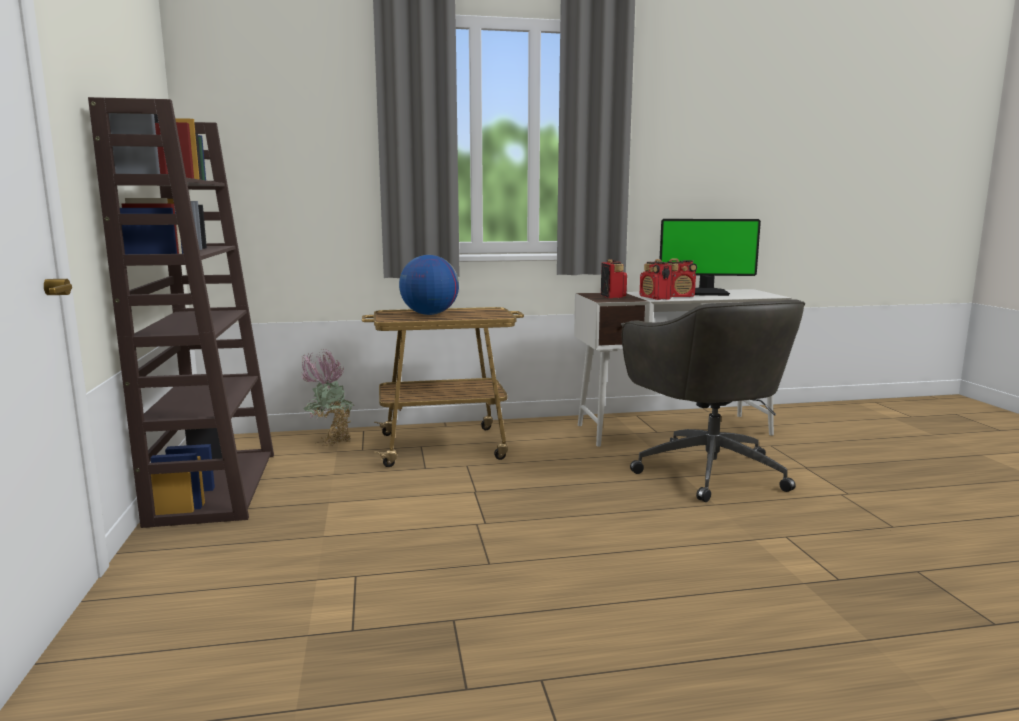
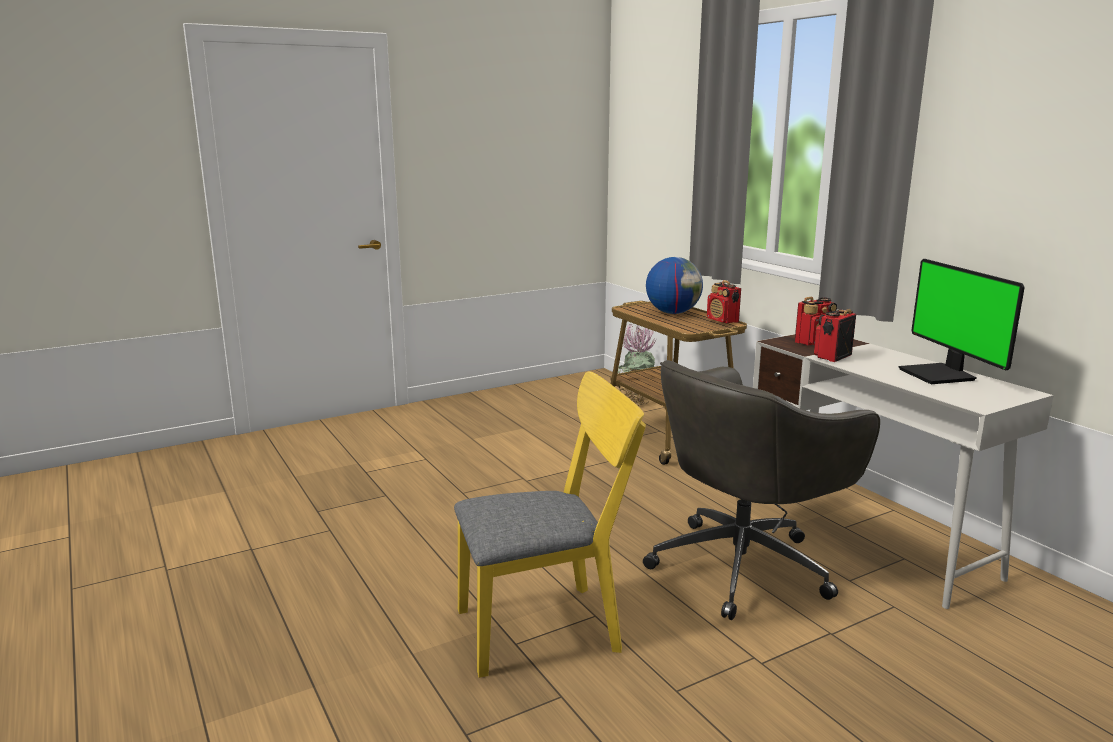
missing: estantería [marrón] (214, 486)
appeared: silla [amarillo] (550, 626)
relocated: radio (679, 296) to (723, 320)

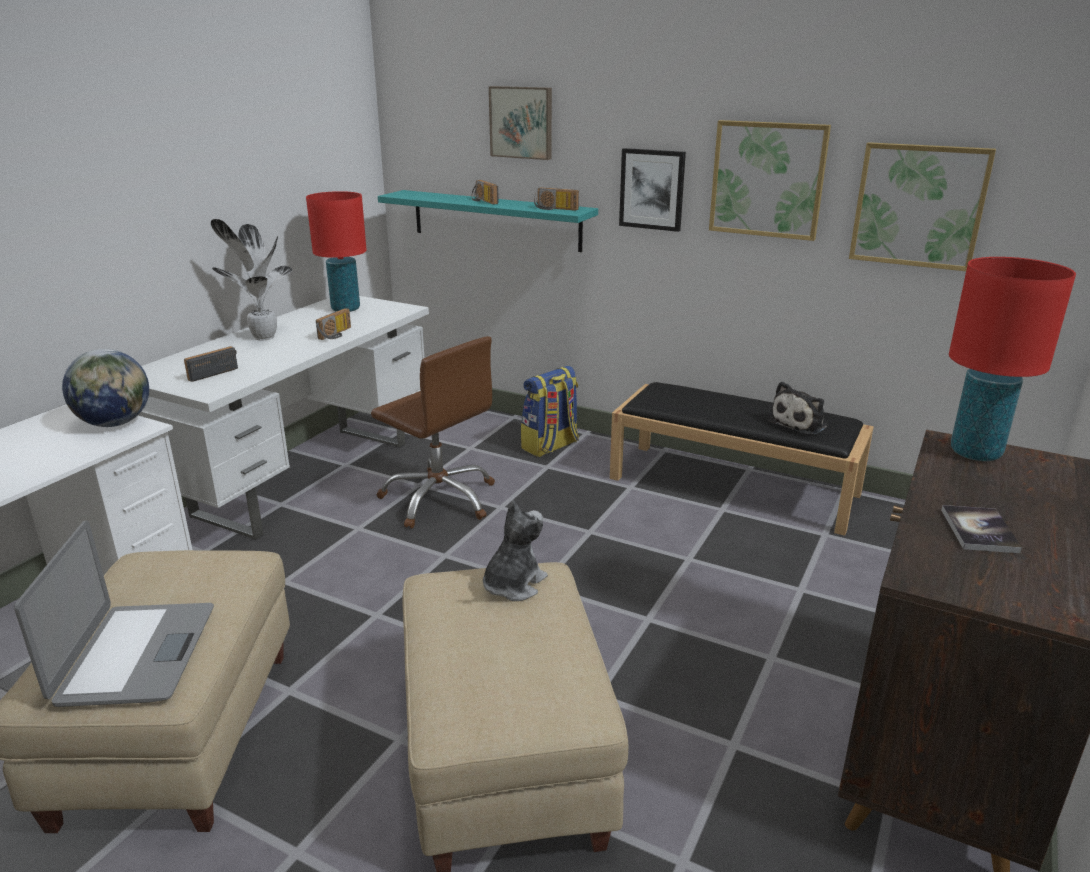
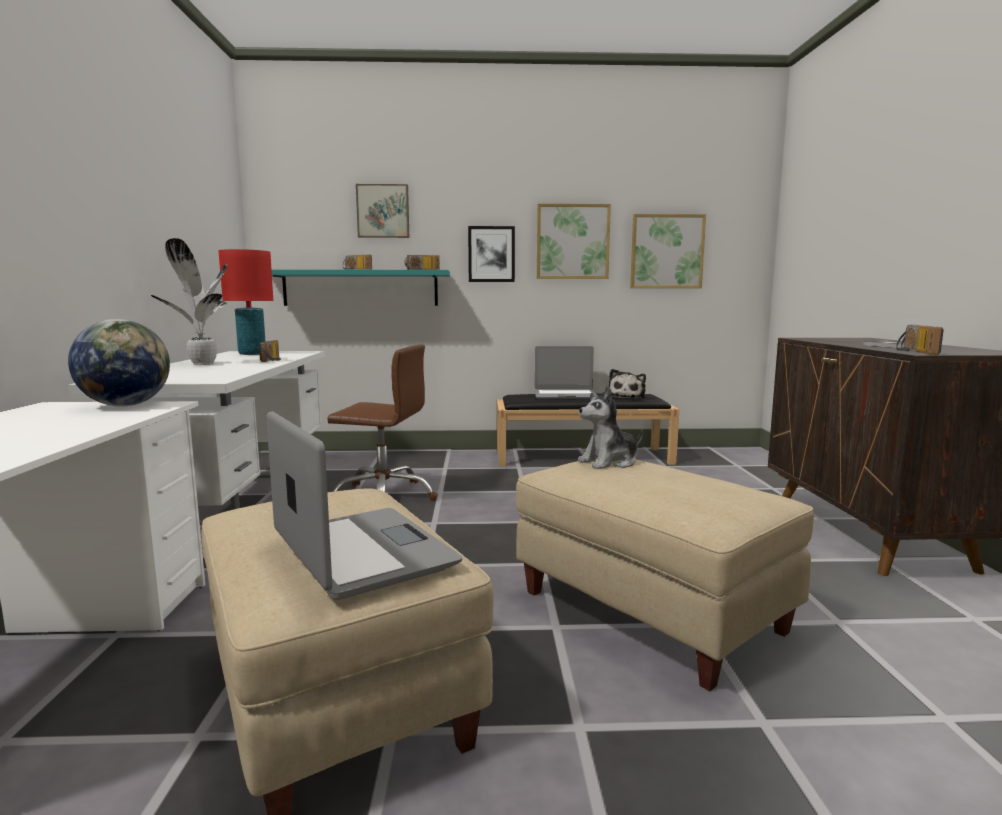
missing: lámpara de mesa [rojo] (975, 452); mochila (550, 446)
appeared: portátil (565, 396)
relocated: radio (212, 372) to (913, 351)
spun: peluche (513, 585) = (609, 462) 120 degrees counterclockwise

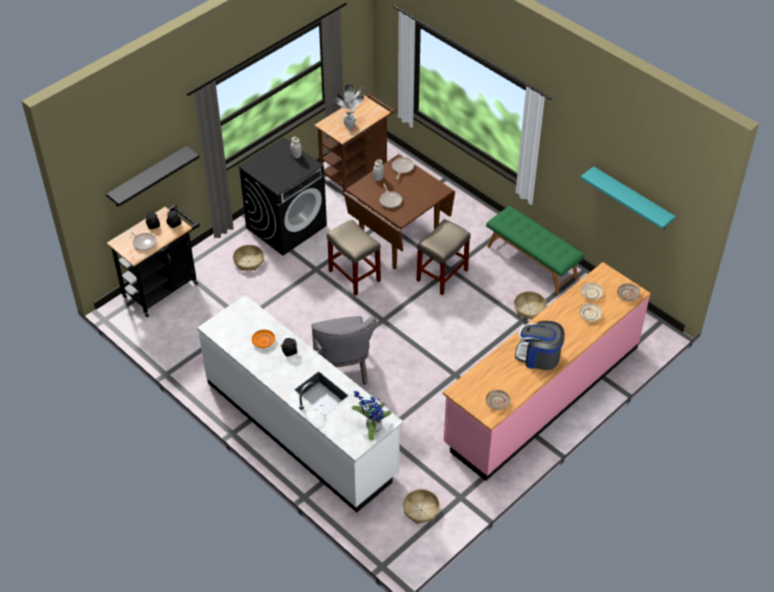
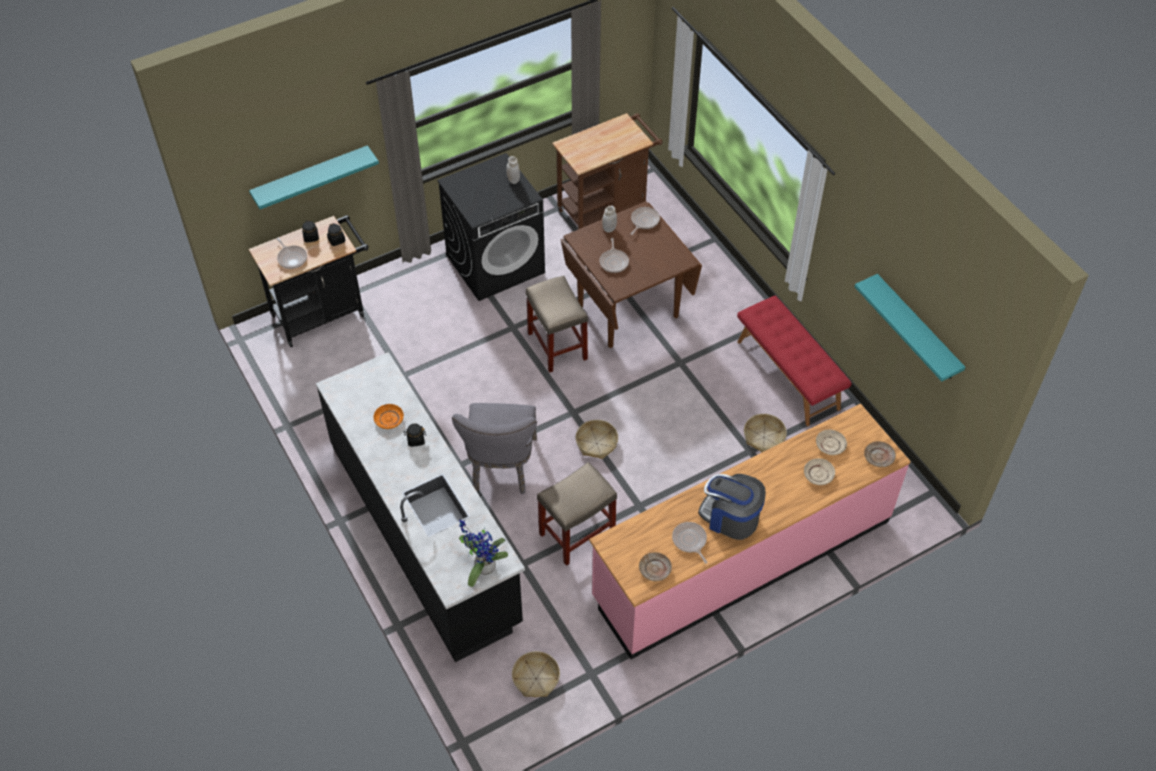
missing: planta en maceta (350, 125)
appeared: sartén (690, 541)
relocated: taburete [beis] (442, 276) to (576, 534); cesta (249, 261) to (596, 443)
colour: estante [negro] (148, 177) to estante [turquesa] (311, 177); banco [verde] (532, 262) to banco [rojo] (788, 374); mueble bajo de cocina [blanco] (301, 427) to mueble bajo de cocina [negro] (425, 533)

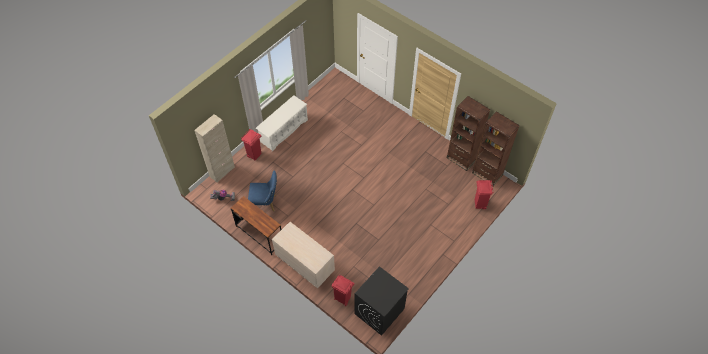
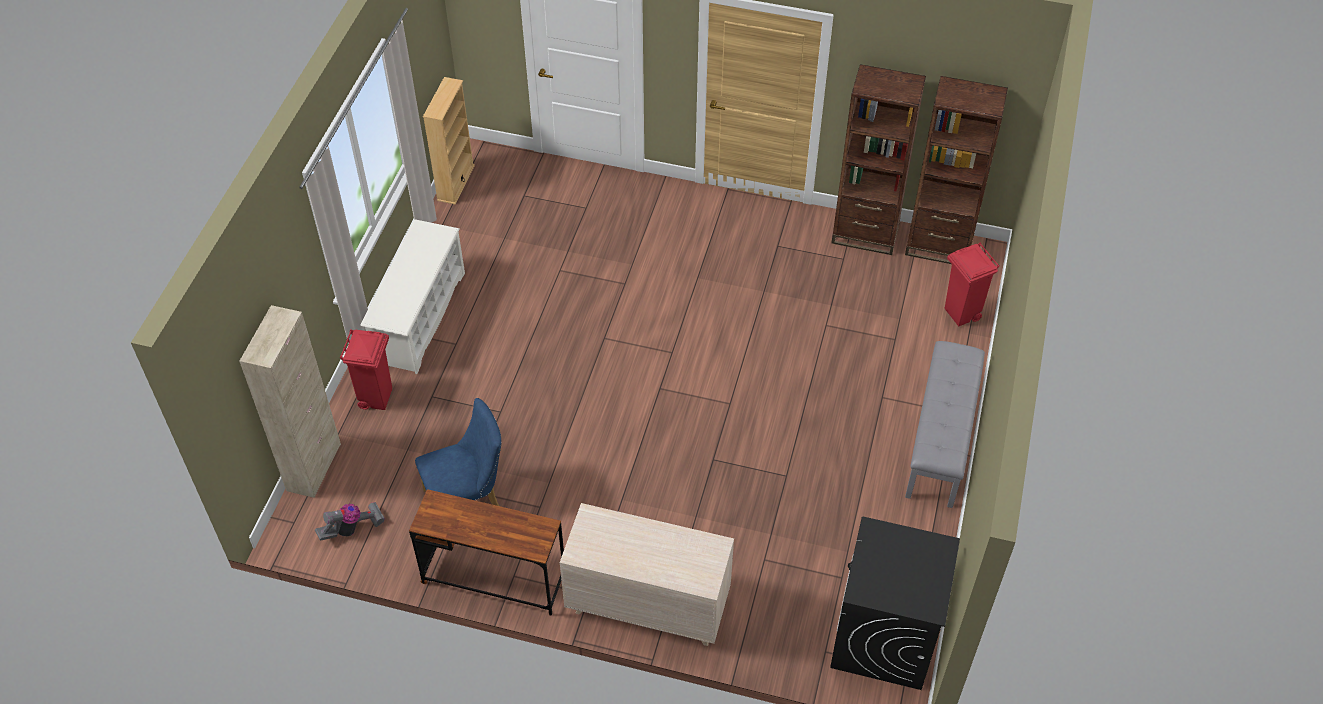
missing: papelera [rojo] (342, 299)
appeared: estantería [beis] (455, 183); banco [gris] (941, 440)

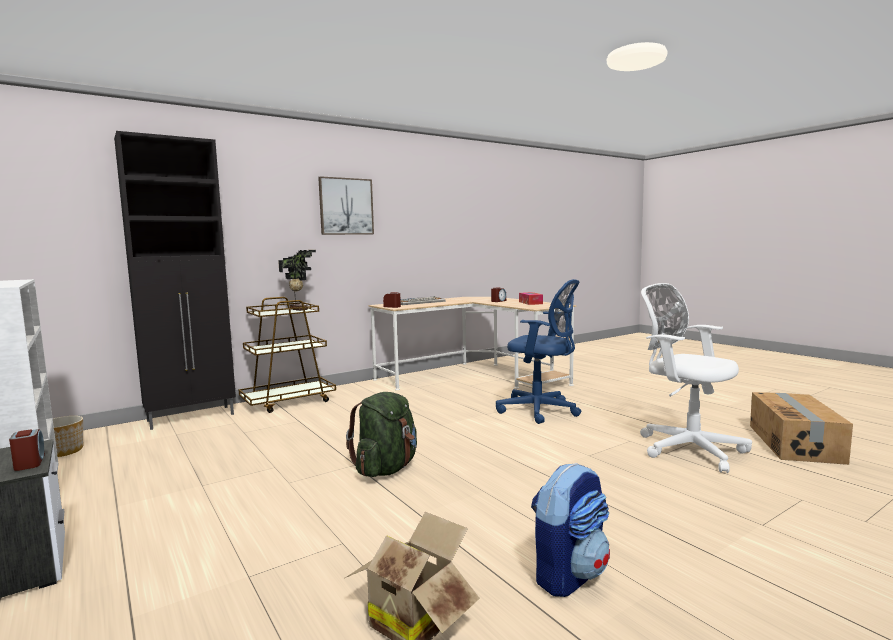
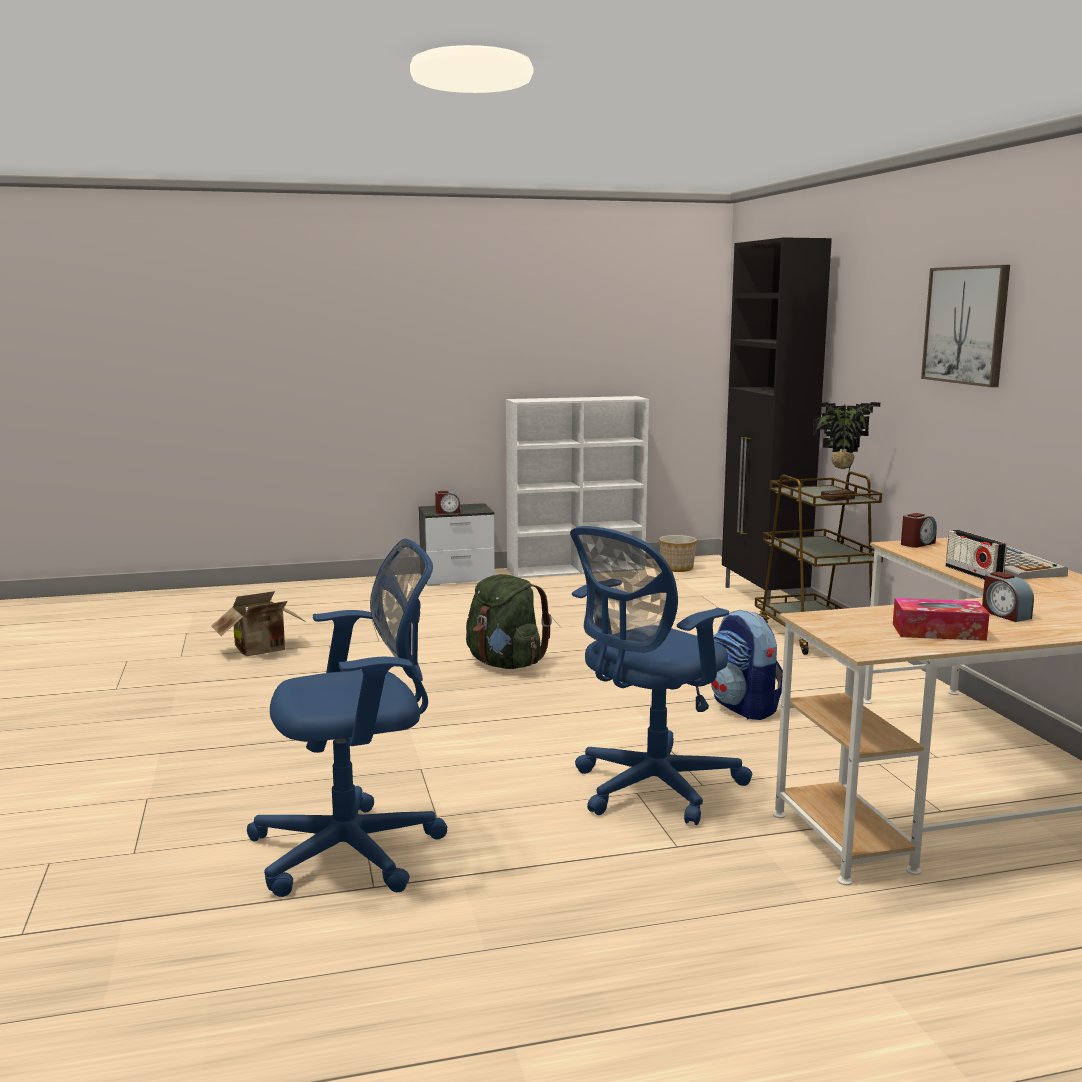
missing: caja de cartón (795, 443)
appeared: radio (973, 574)
relocated: mochila (569, 574) to (744, 708)
colour: silla de oficina [blanco] (687, 448) to silla de oficina [azul] (356, 851)

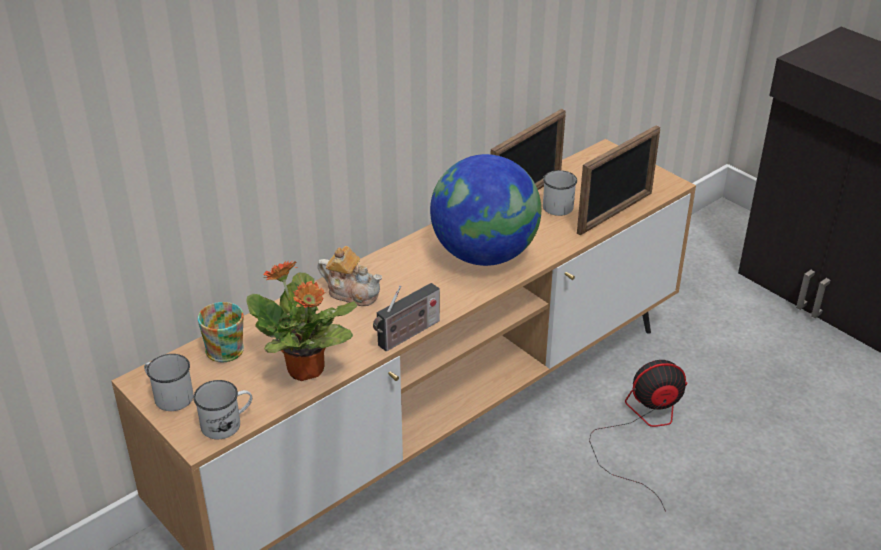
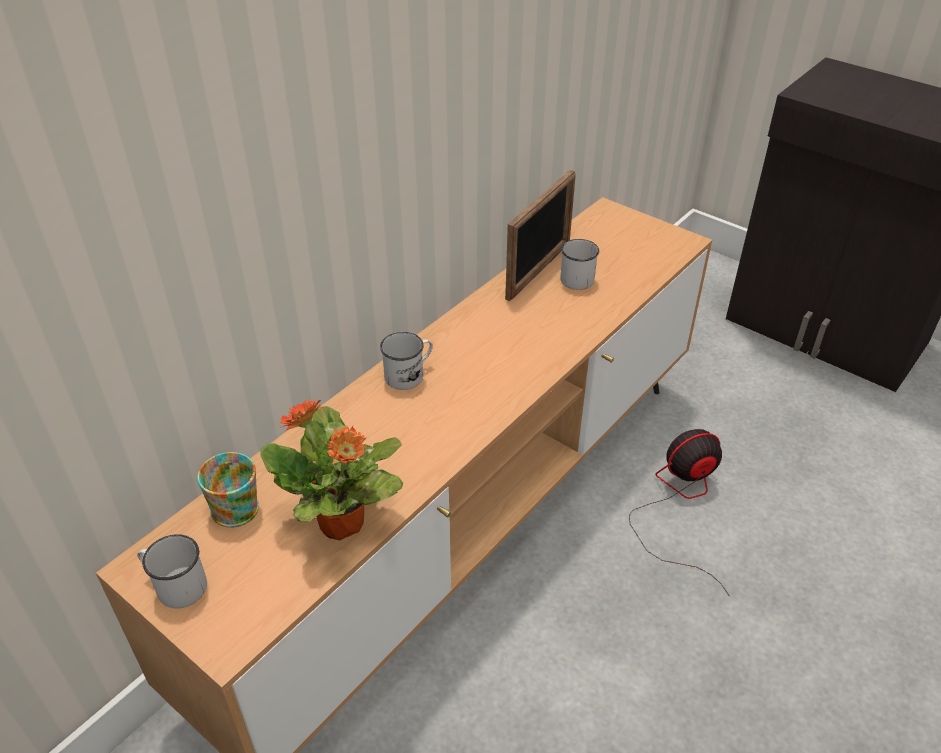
missing: portarretratos (615, 213); globo terráqueo (484, 255); tetera (352, 293); radio (407, 335)
relocated: taza grande [blanco] (227, 423) to (409, 374)

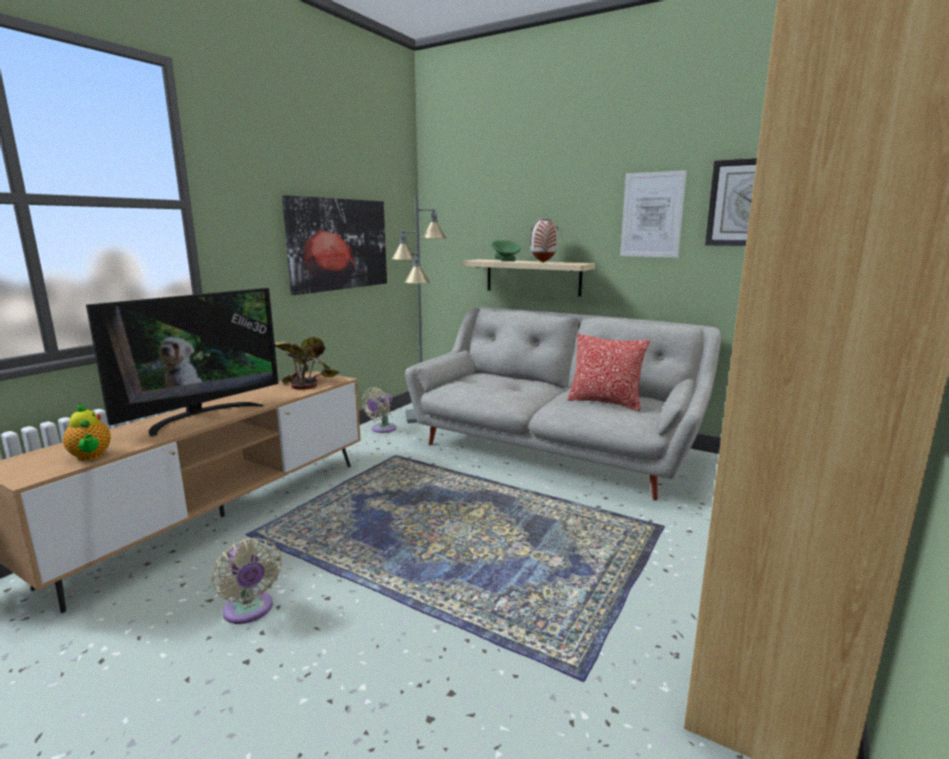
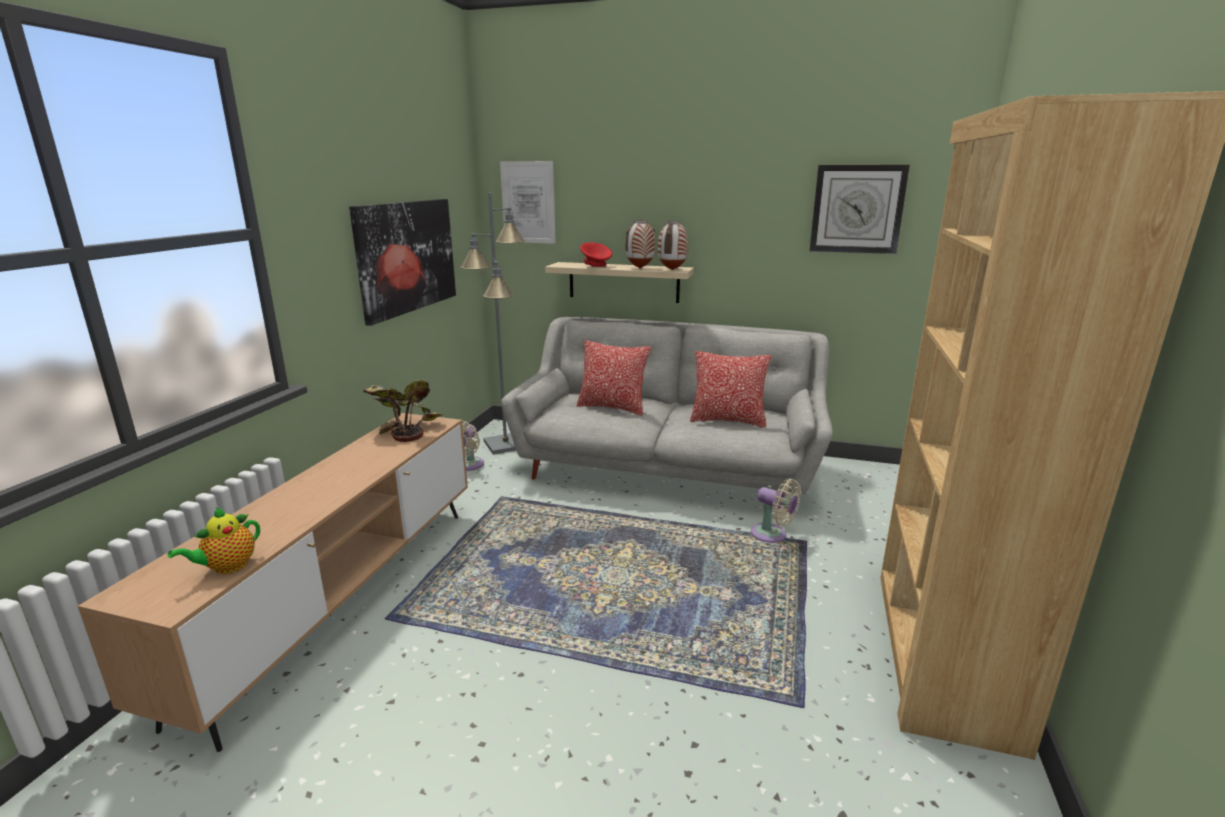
missing: televisor (201, 416)
appeared: florero (672, 270); cojín (612, 407)
relocated: cuadro (652, 215) to (528, 202); ventilador [beis] (249, 611) to (772, 535)
colour: cuenco [verde] (506, 261) to cuenco [rojo] (596, 267)
spun: tetera (91, 456) = (227, 567) 90 degrees clockwise

